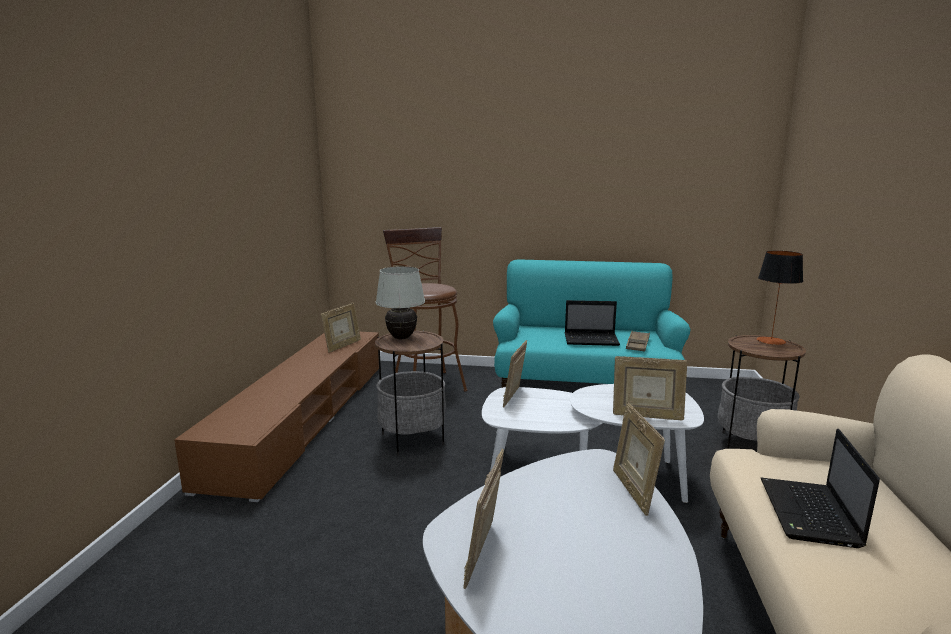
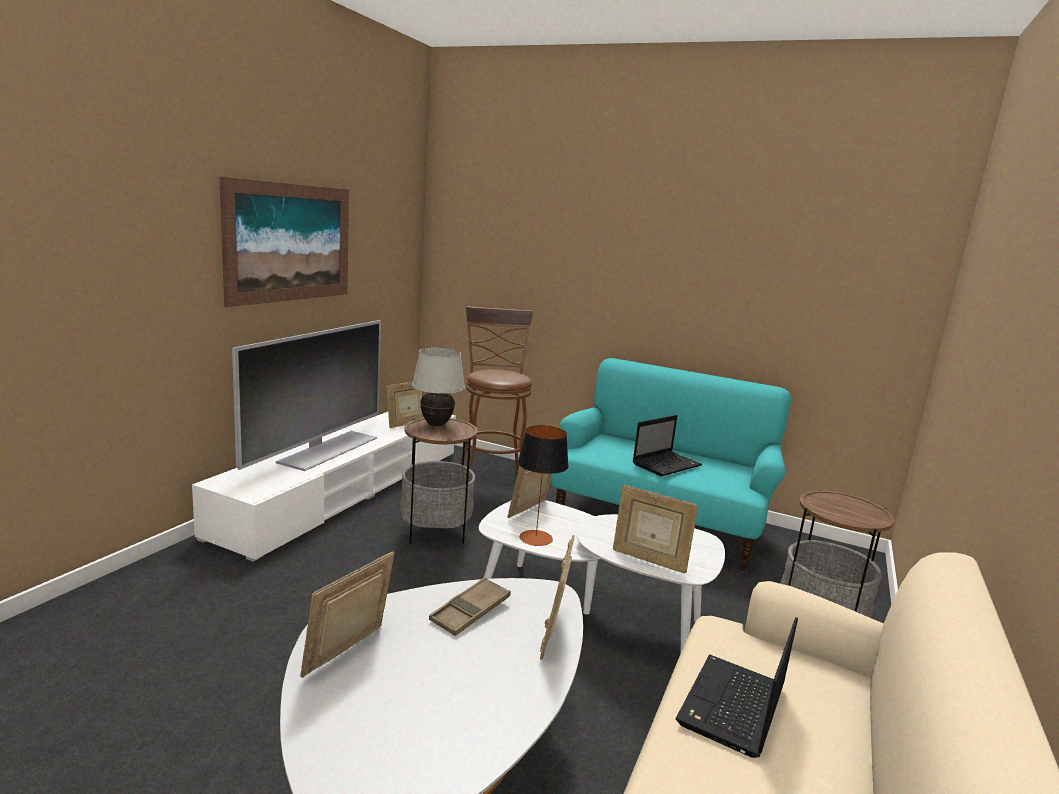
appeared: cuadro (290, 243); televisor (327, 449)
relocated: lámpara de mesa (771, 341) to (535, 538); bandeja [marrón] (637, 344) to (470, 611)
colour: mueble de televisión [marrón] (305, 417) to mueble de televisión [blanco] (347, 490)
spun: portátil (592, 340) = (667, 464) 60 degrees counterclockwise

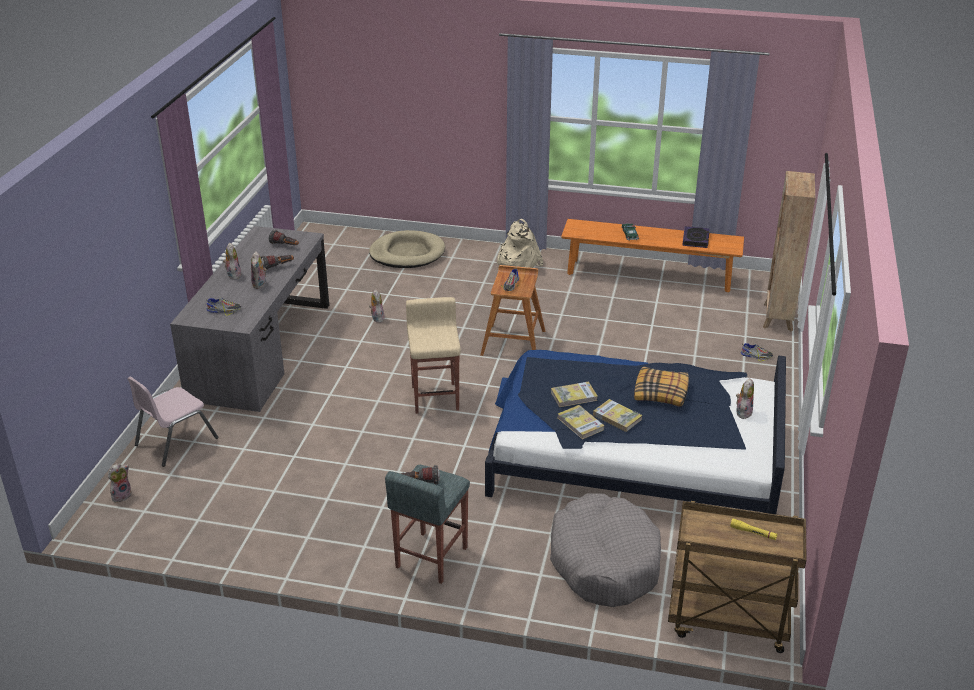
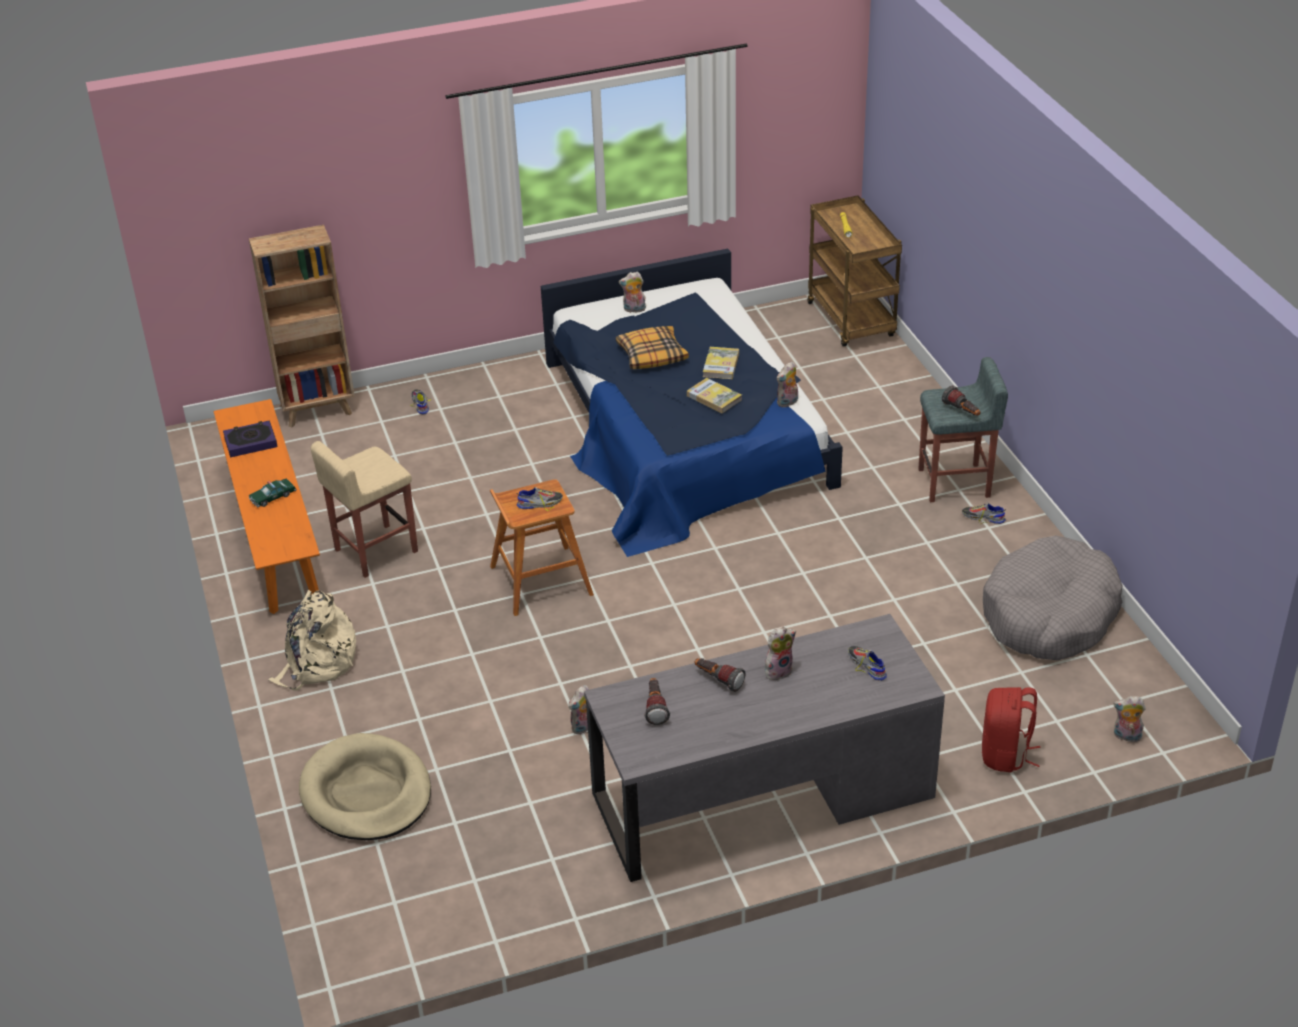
missing: libro (580, 424)
appeared: zapato (983, 517)
relocated: peluche (233, 274) to (787, 403); taburete [beis] (435, 397) to (375, 551); cama para perro [gris] (604, 562) to (1049, 615)
exchanged: silla [rosa] (175, 441) to mochila [rojo] (1005, 755)

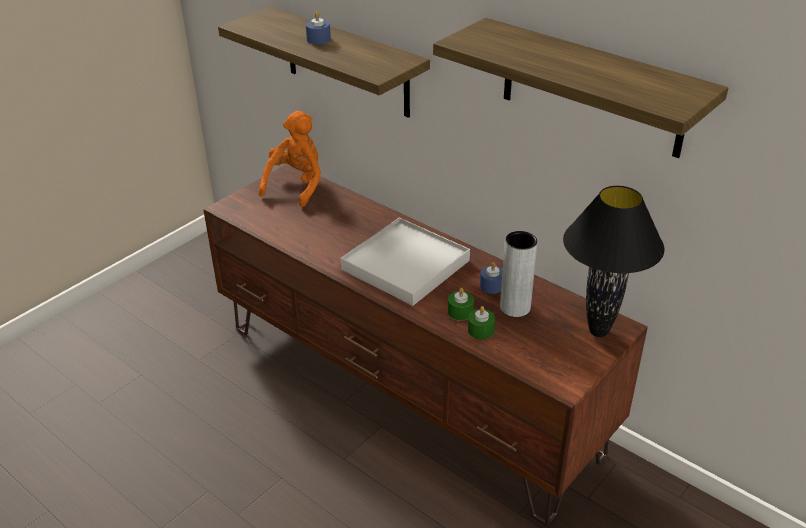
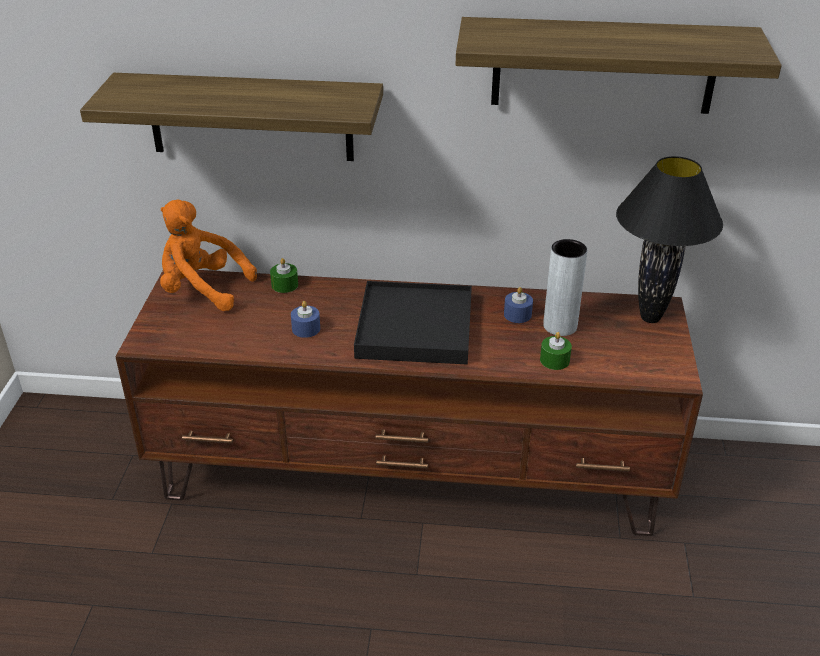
relocated: vela [azul] (318, 39) to (306, 329); vela [verde] (460, 312) to (284, 285)
colour: bandeja [blanco] (405, 264) to bandeja [negro] (414, 327)
spun: peluche [naranja] (296, 185) = (202, 290) 60 degrees counterclockwise

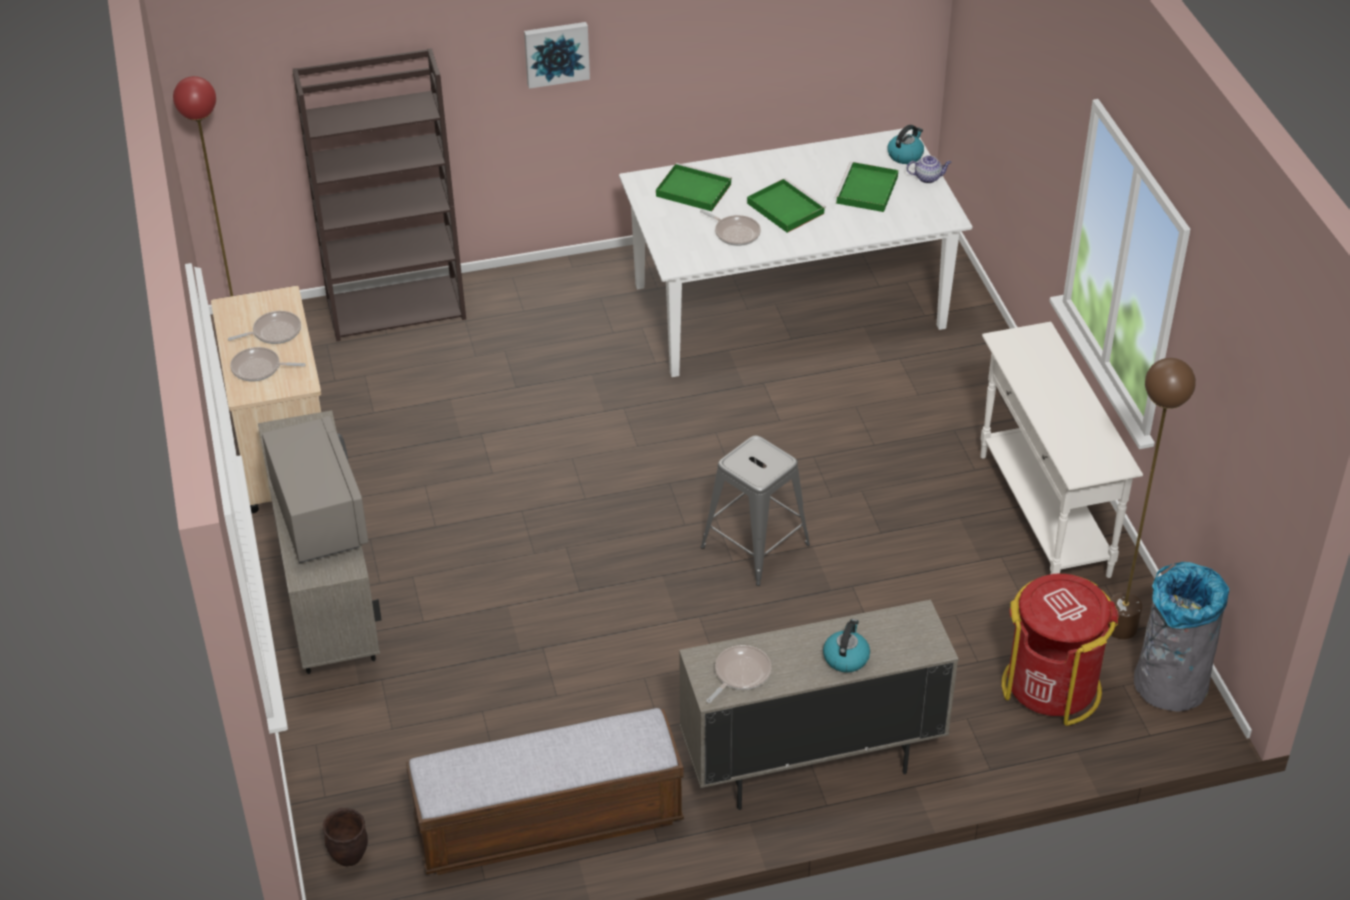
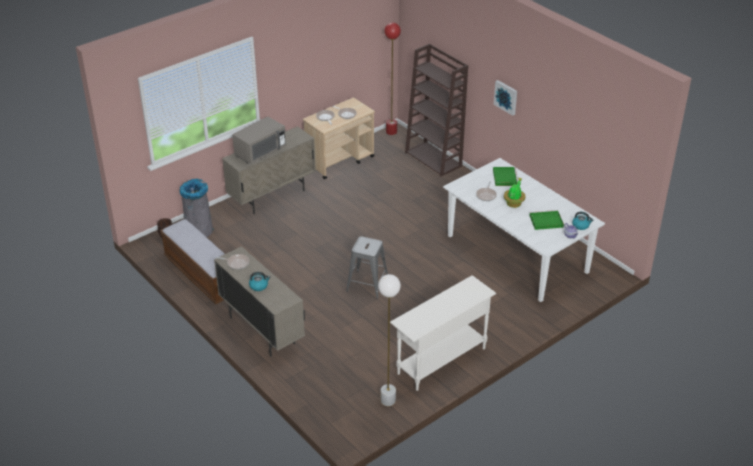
missing: papelera [rojo] (1051, 687)
relocated: papelera [gris] (1169, 684) to (199, 230)
exchanged: bandeja [verde] (784, 208) to planta en maceta (514, 203)
colour: lámpara de pie [marrón] (1121, 627) to lámpara de pie [blanco] (388, 400)

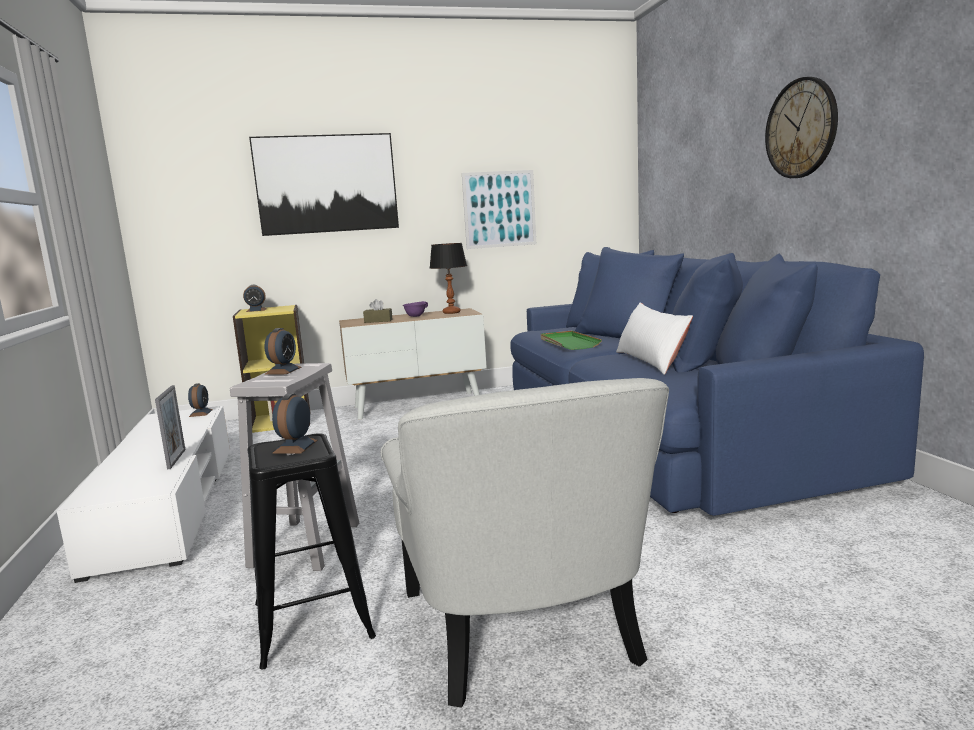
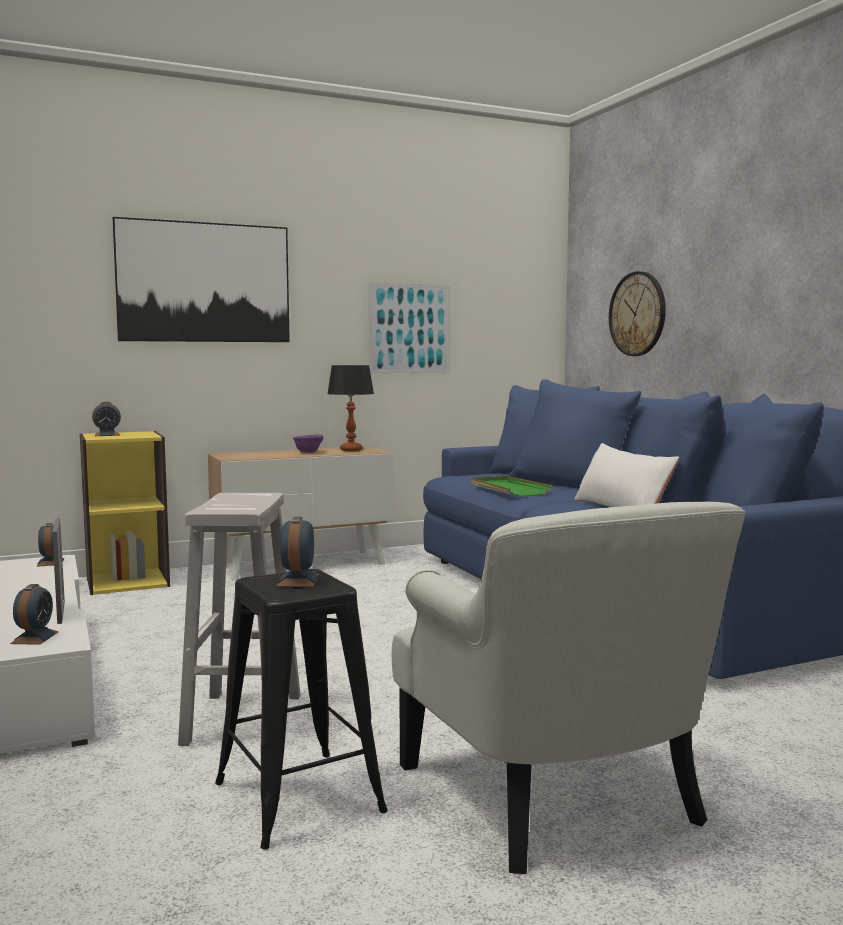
missing: caja de pañuelos [marrón] (378, 321)
relocated: reloj de pared (801, 128) to (637, 314); despertador (283, 370) to (34, 637)

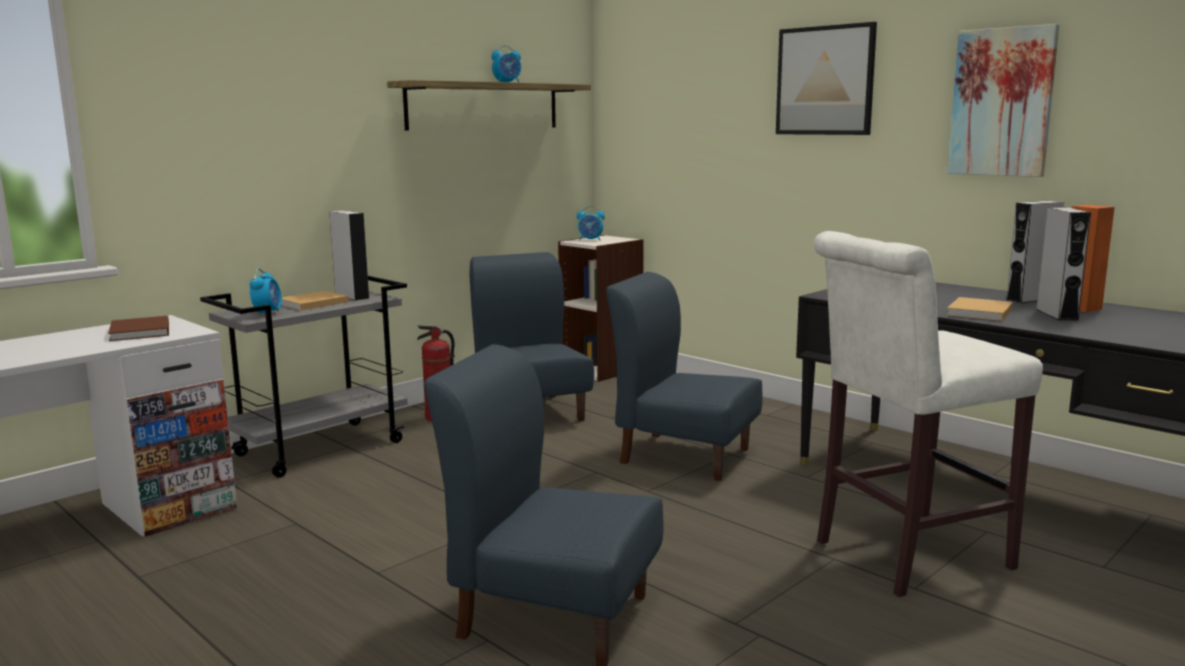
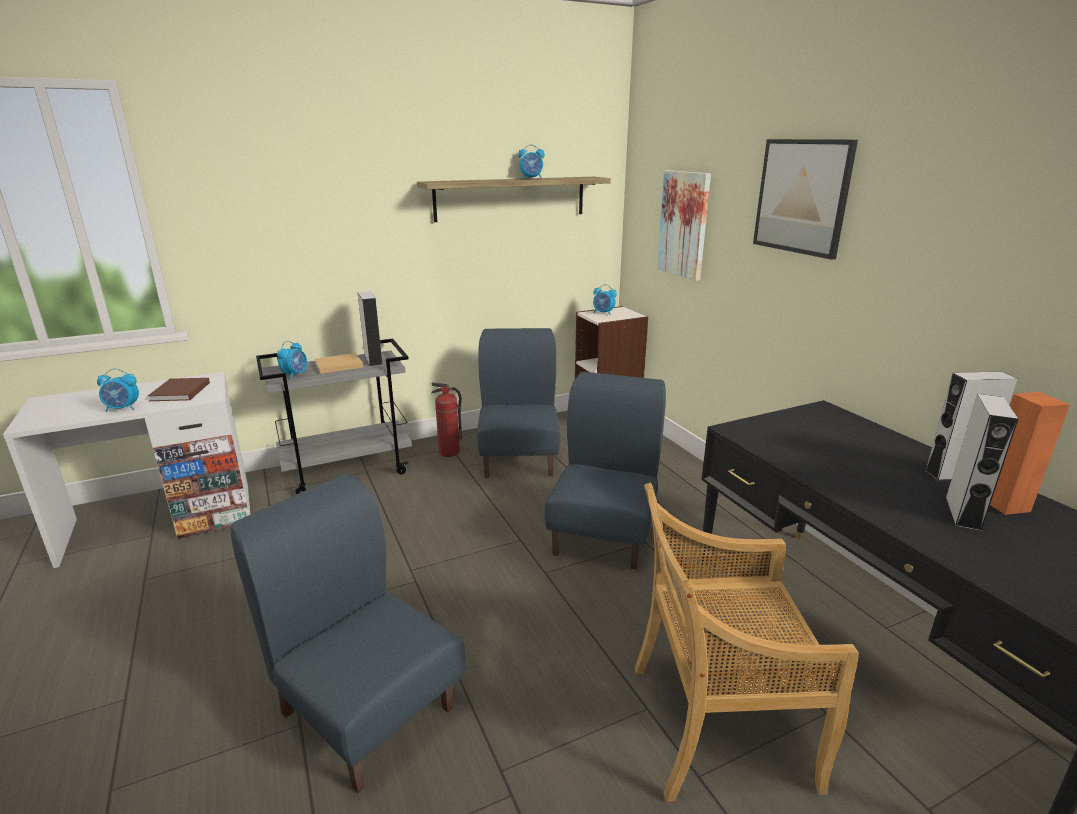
missing: libro [beis] (979, 312)
appeared: despertador (123, 409)
relocated: cuadro (1002, 102) to (684, 224)
exchanged: taburete [blanco] (904, 556) to silla [beis] (716, 726)
spun: silla [azul] (684, 455) = (604, 535) 60 degrees clockwise

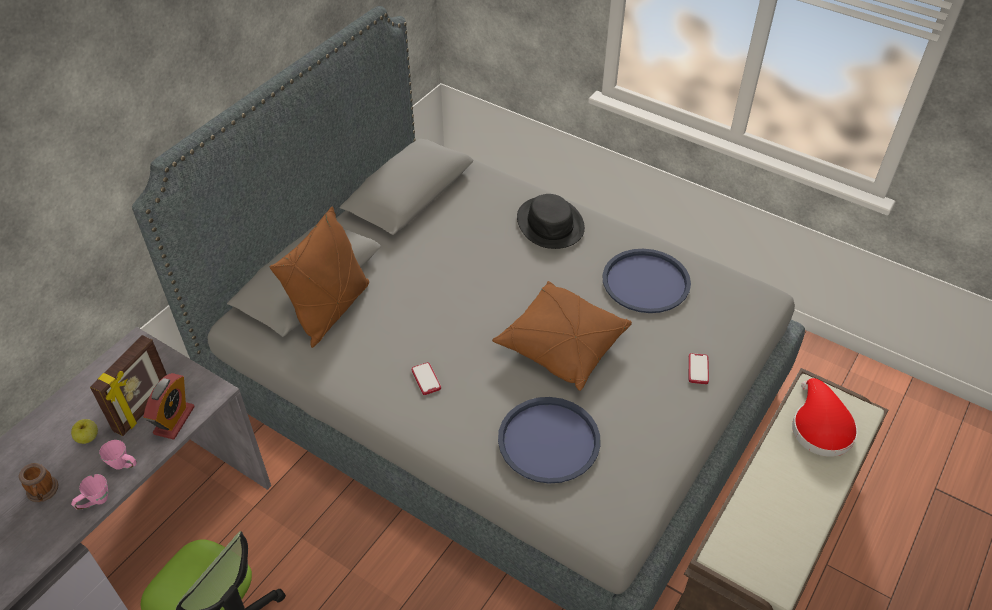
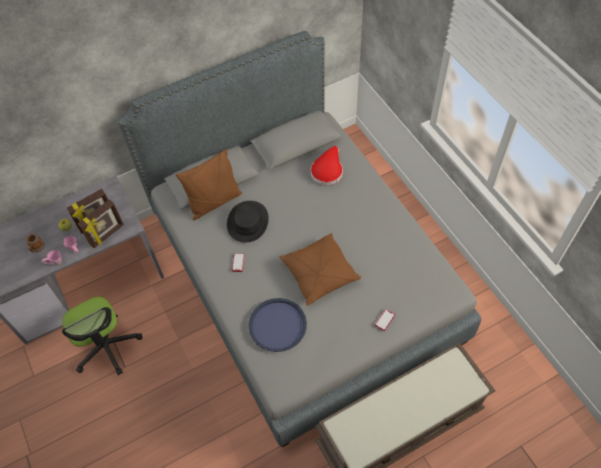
missing: bandeja [azul] (645, 282)
relocated: sombrero [negro] (550, 224) to (248, 222); sombrero [rojo] (820, 427) to (327, 170)
exchanged: despertador (174, 420) to portarretratos (107, 235)

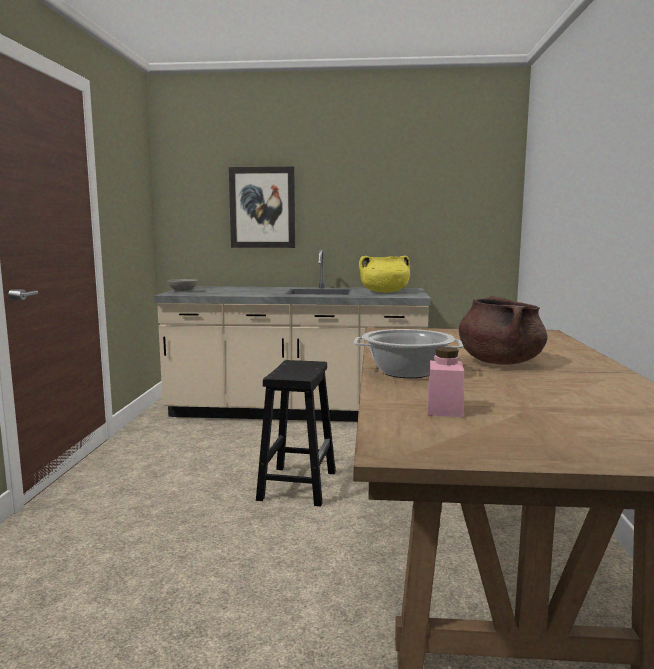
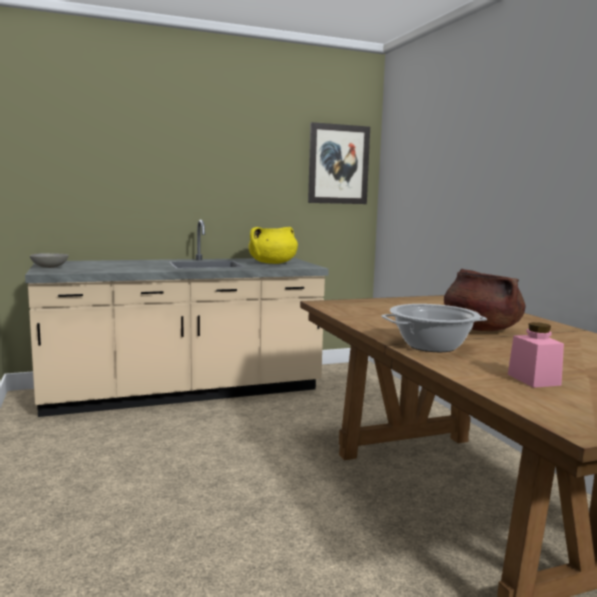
missing: taburete [negro] (297, 484)
relocated: cuadro (262, 207) to (338, 164)

